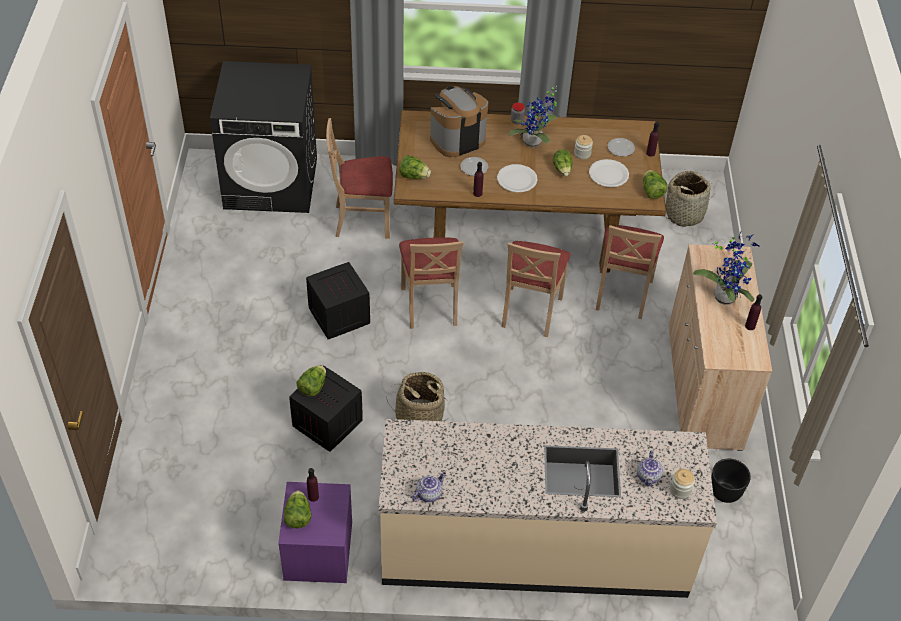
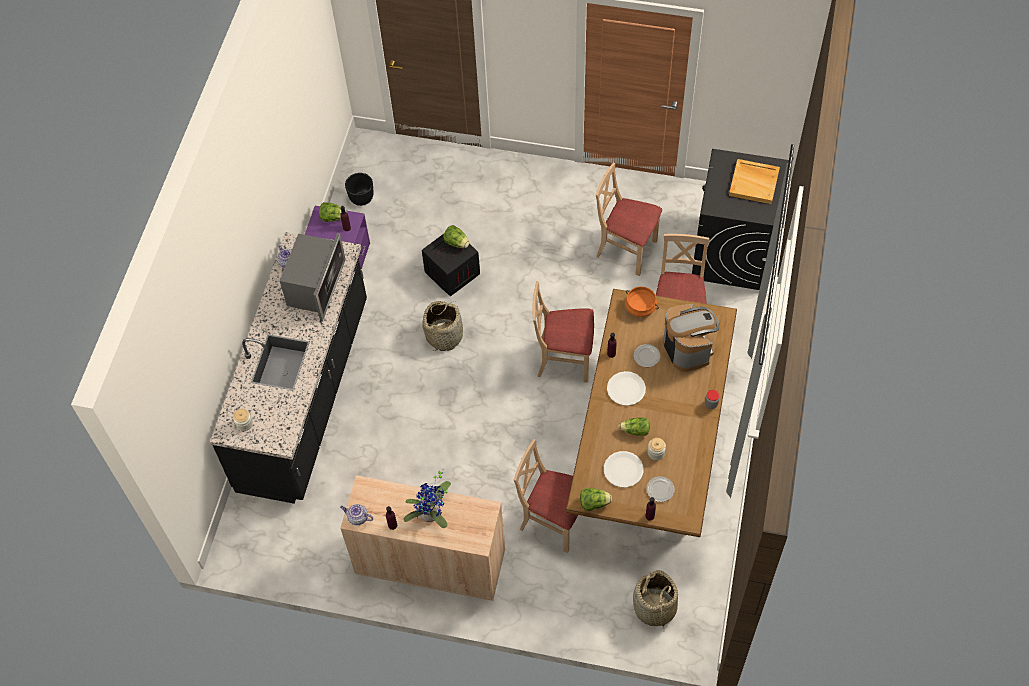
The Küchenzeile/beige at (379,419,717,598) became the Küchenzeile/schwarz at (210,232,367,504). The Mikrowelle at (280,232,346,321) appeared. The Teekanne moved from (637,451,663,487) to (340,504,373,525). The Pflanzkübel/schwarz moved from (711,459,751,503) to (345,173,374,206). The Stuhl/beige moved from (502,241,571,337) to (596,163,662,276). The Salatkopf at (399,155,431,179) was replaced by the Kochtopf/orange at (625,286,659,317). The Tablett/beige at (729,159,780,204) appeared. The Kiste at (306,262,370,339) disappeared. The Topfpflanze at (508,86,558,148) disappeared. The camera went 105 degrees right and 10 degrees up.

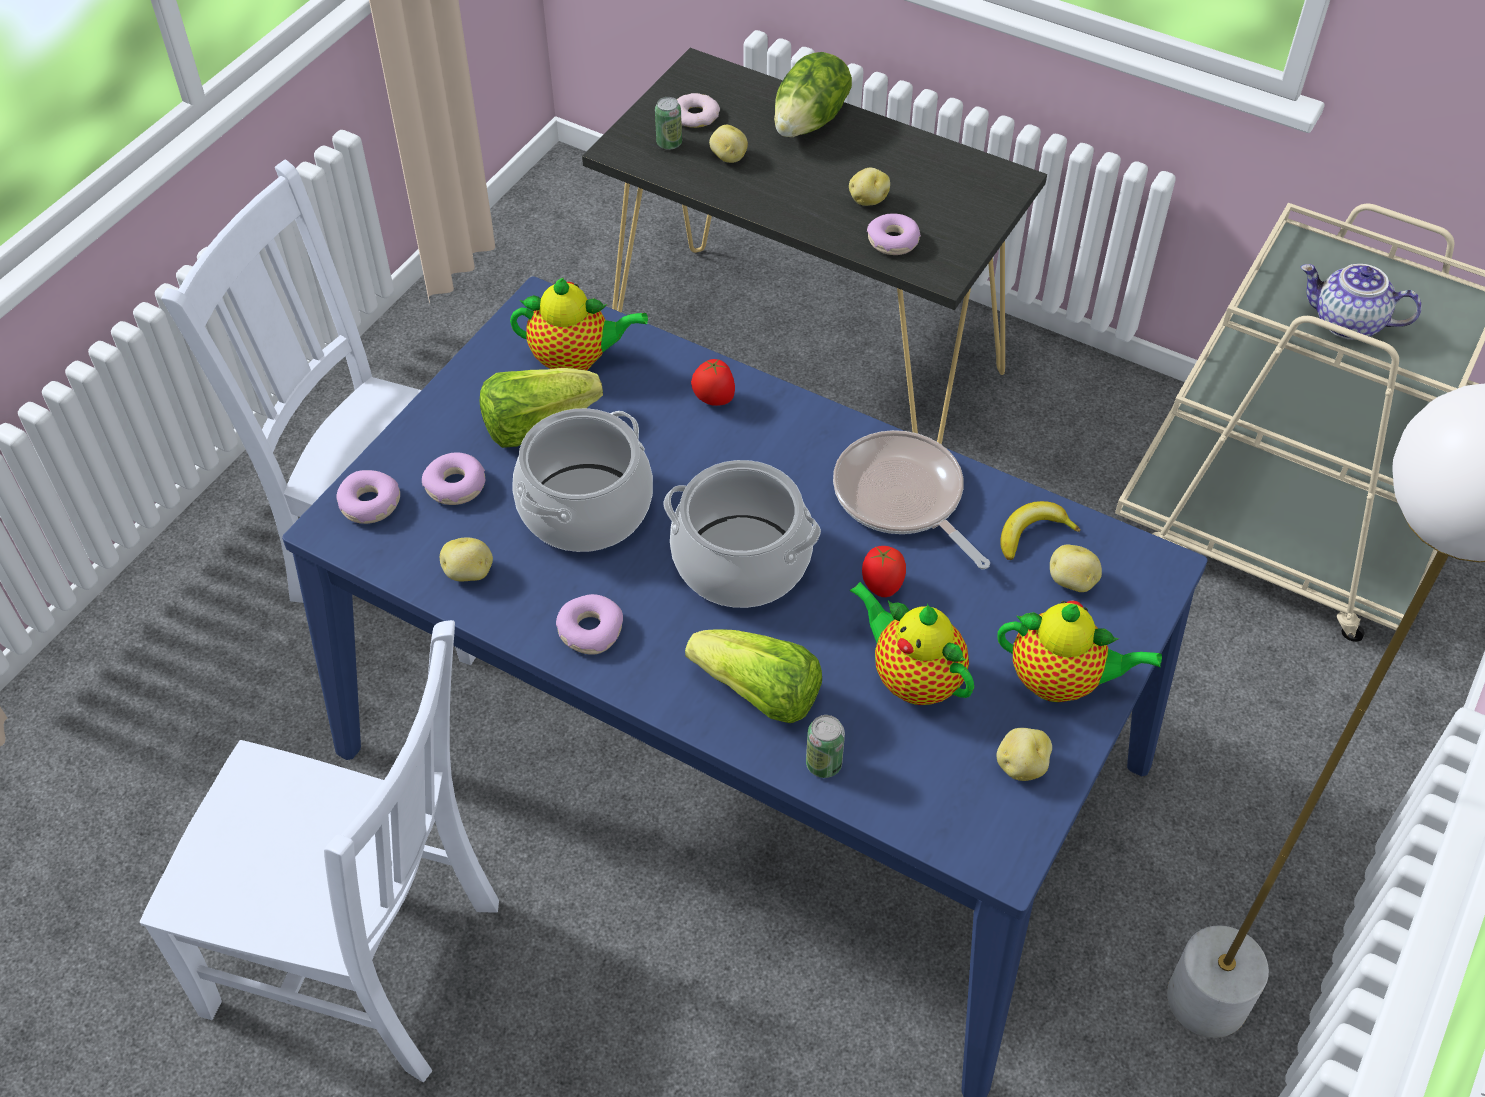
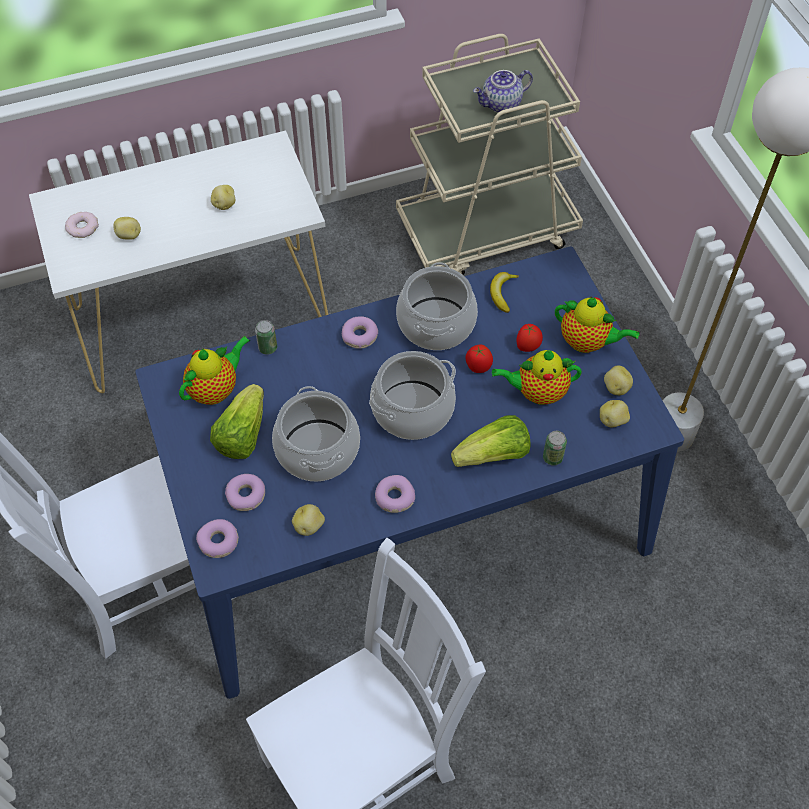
The Konsolentisch/schwarz at (582,48,1047,445) became the Konsolentisch/weiß at (29,130,328,393). The Dose moved from (655,97,682,150) to (255,320,277,355). The Donut moved from (867,213,921,255) to (342,316,378,349). The Pfanne at (833,430,990,569) was replaced by the Kochtopf at (396,262,478,350). The Tomate moved from (691,359,735,406) to (517,324,543,352). The Teekanne at (998,601,1162,702) turned 60 degrees clockwise. The Kartoffel moved from (1050,545,1102,592) to (600,400,630,427). The Salatkopf at (774,52,852,137) disappeared. The camera went 50 degrees left and 5 degrees up.

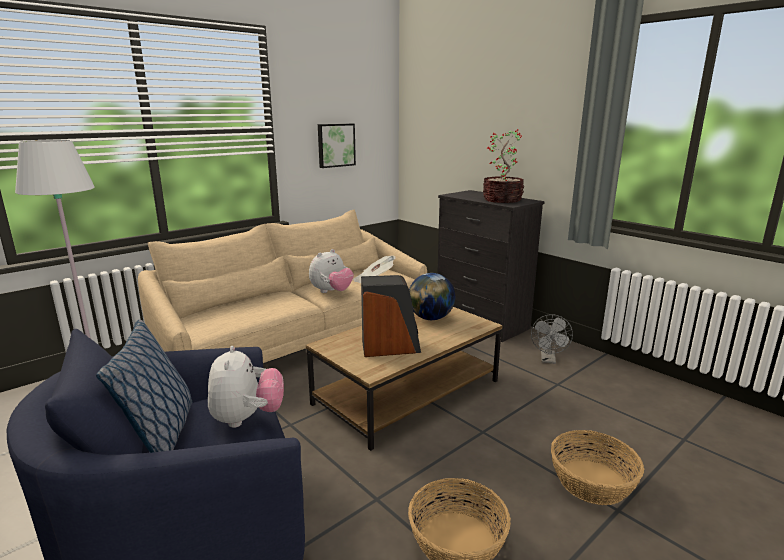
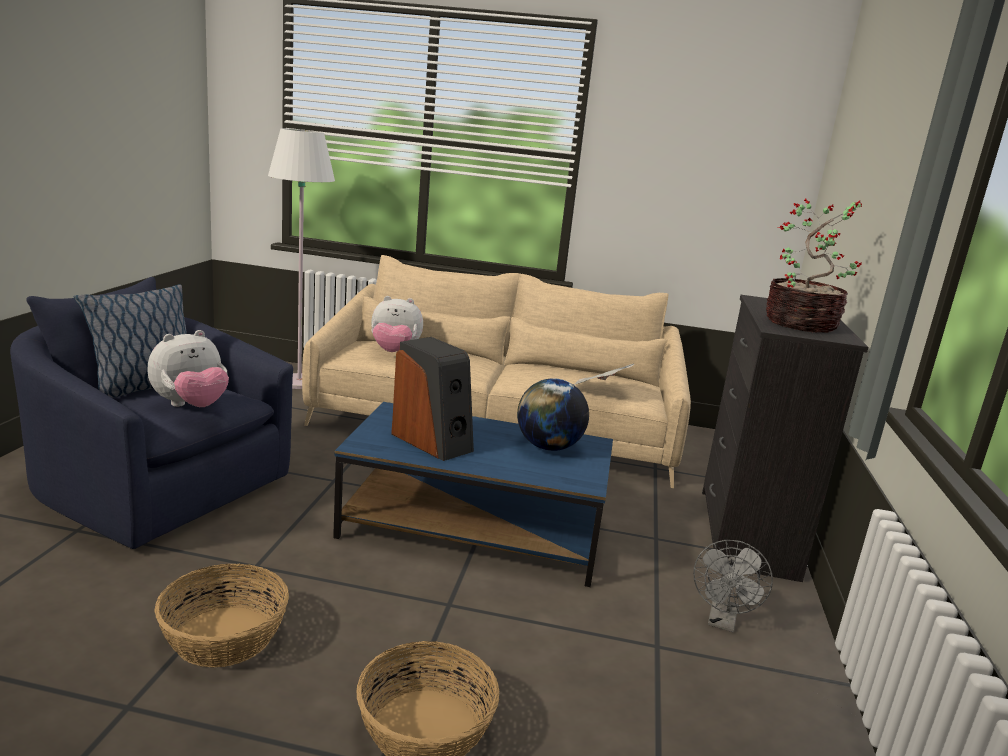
The Couchtisch/braun at (306,307,502,451) became the Couchtisch/blau at (333,402,613,587). The Plüschtier moved from (309,249,354,293) to (371,296,423,352). The Ventilator/grau at (531,314,573,364) turned 45 degrees counterclockwise. The Bild at (318,124,356,168) disappeared. The camera went 50 degrees right and 0 degrees up.

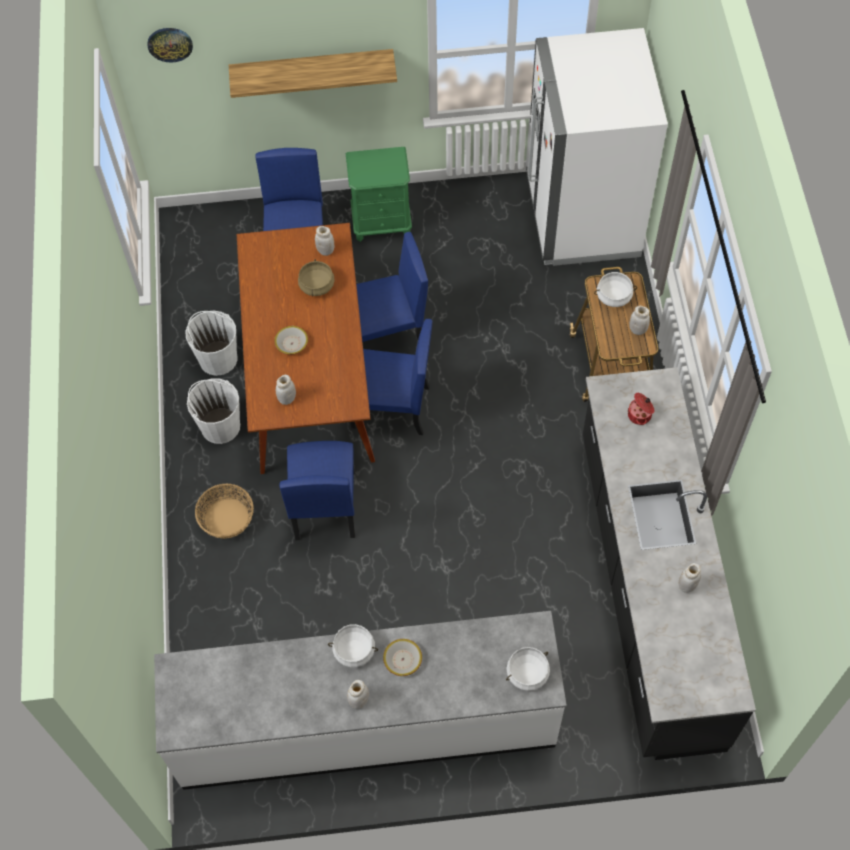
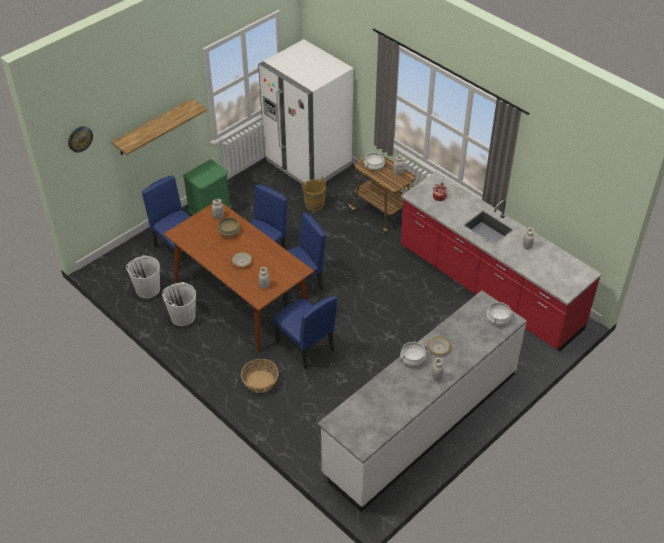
The Eimer/weiß moved from (187,378,240,444) to (126,255,160,298). The Eimer/braun at (301,176,327,212) appeared. The Küchenzeile/schwarz at (583,367,756,760) became the Küchenzeile/rot at (401,172,602,351). The camera went 40 degrees left and 15 degrees down.

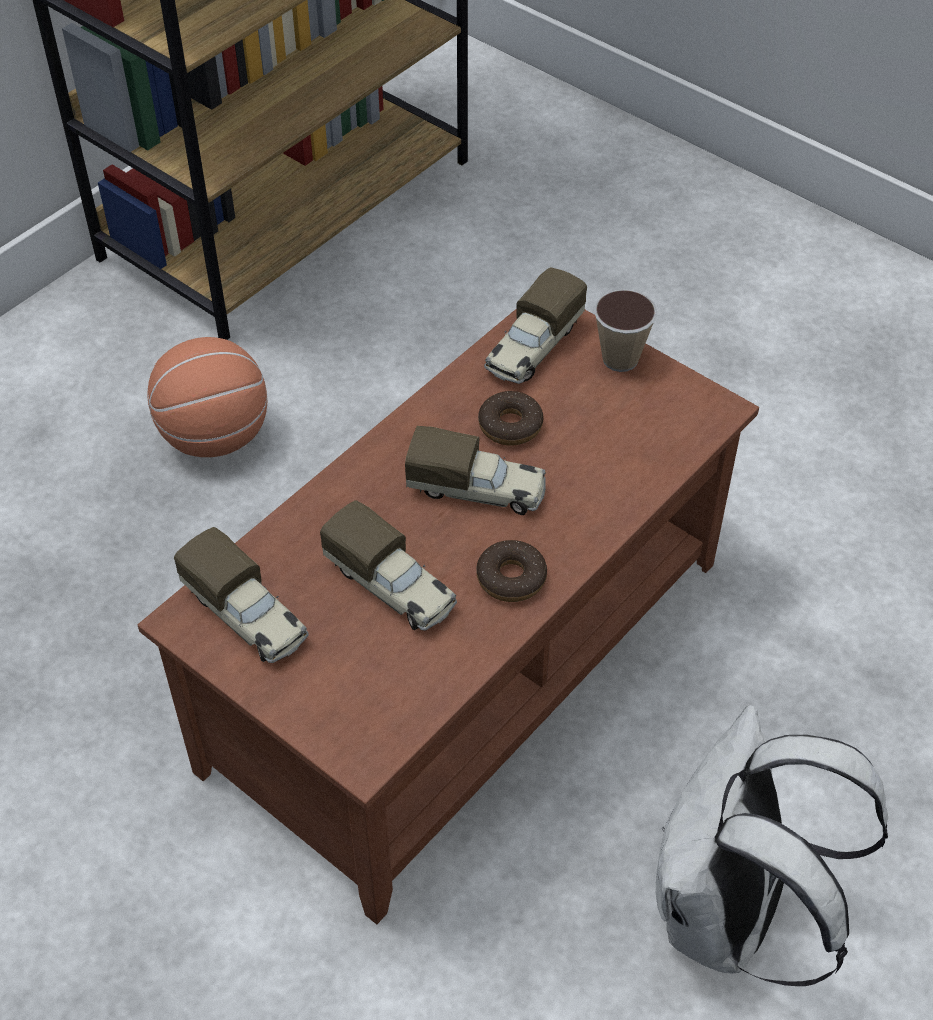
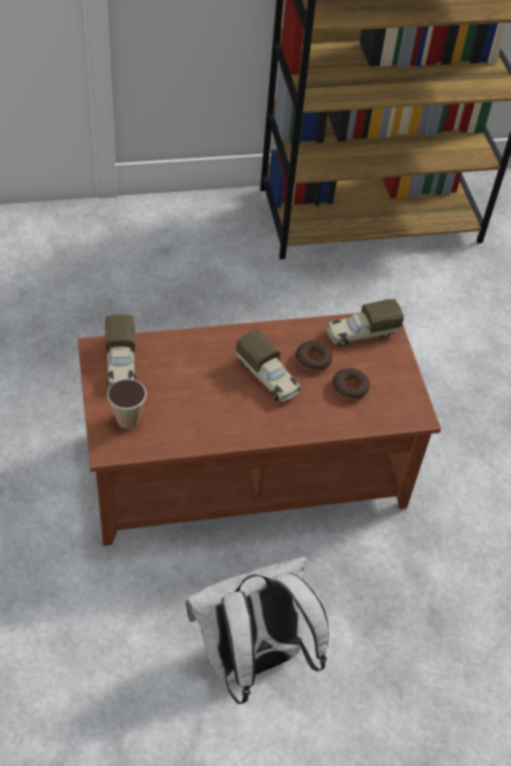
The Tasse moved from (594,290,657,372) to (107,379,147,429). The Donut moved from (476,540,547,602) to (332,368,370,401). The Basketball at (147,337,267,457) disappeared. The Spielzeuglaster at (320,500,457,631) disappeared. The camera went 35 degrees right and 0 degrees up.

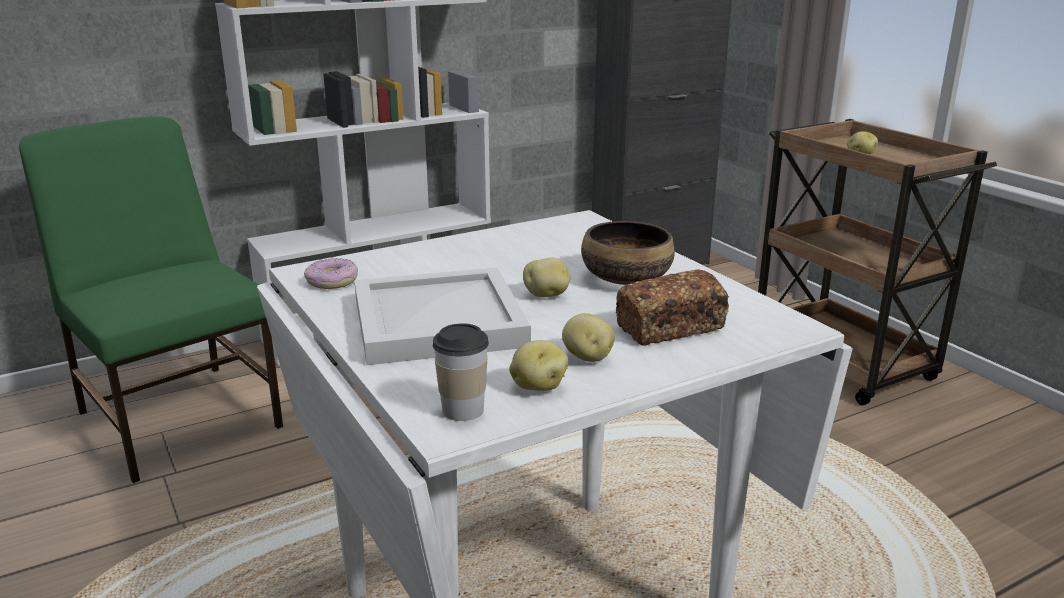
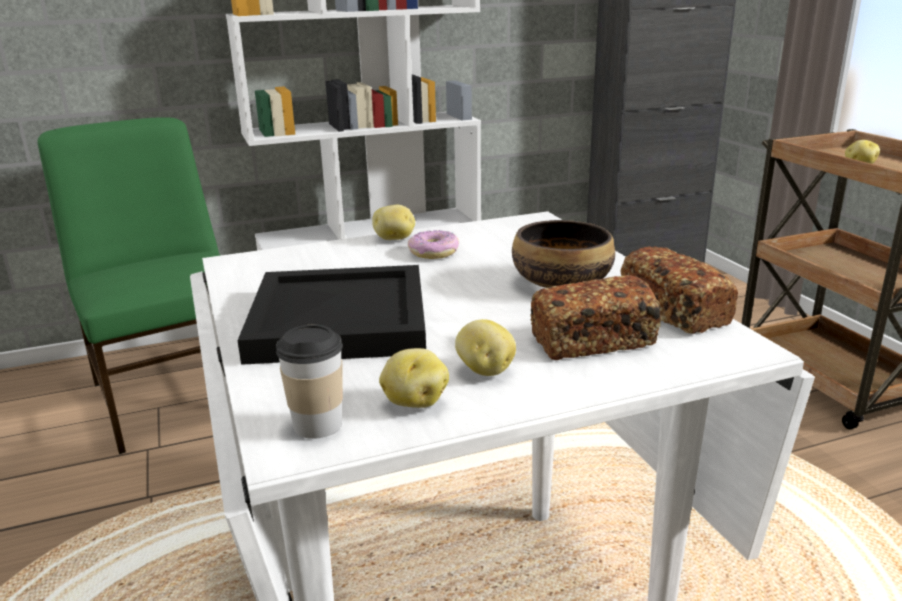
The Tablett/weiß at (354,267,531,365) became the Tablett/schwarz at (237,265,426,365). The Kartoffel moved from (523,257,570,297) to (372,205,415,240). The Donut moved from (304,258,358,289) to (408,230,459,259). The Brot at (621,246,738,334) appeared. The camera went 10 degrees right and 0 degrees up.

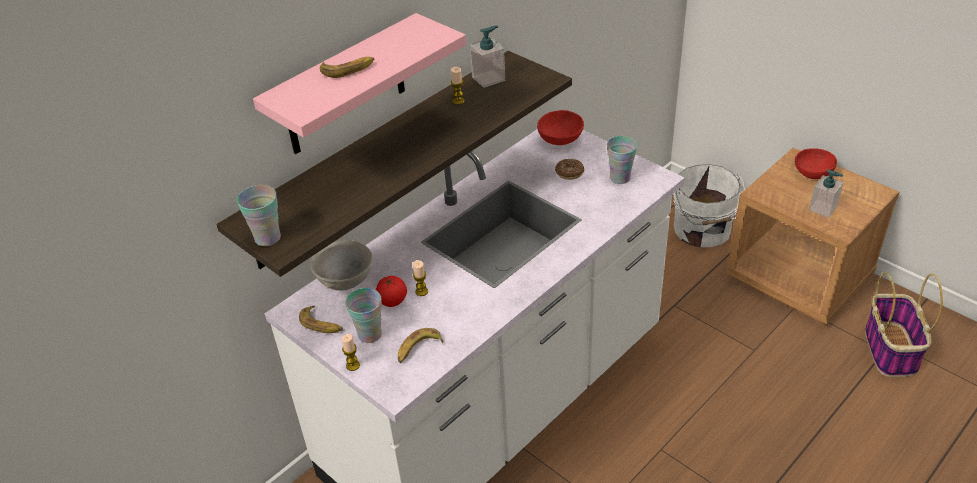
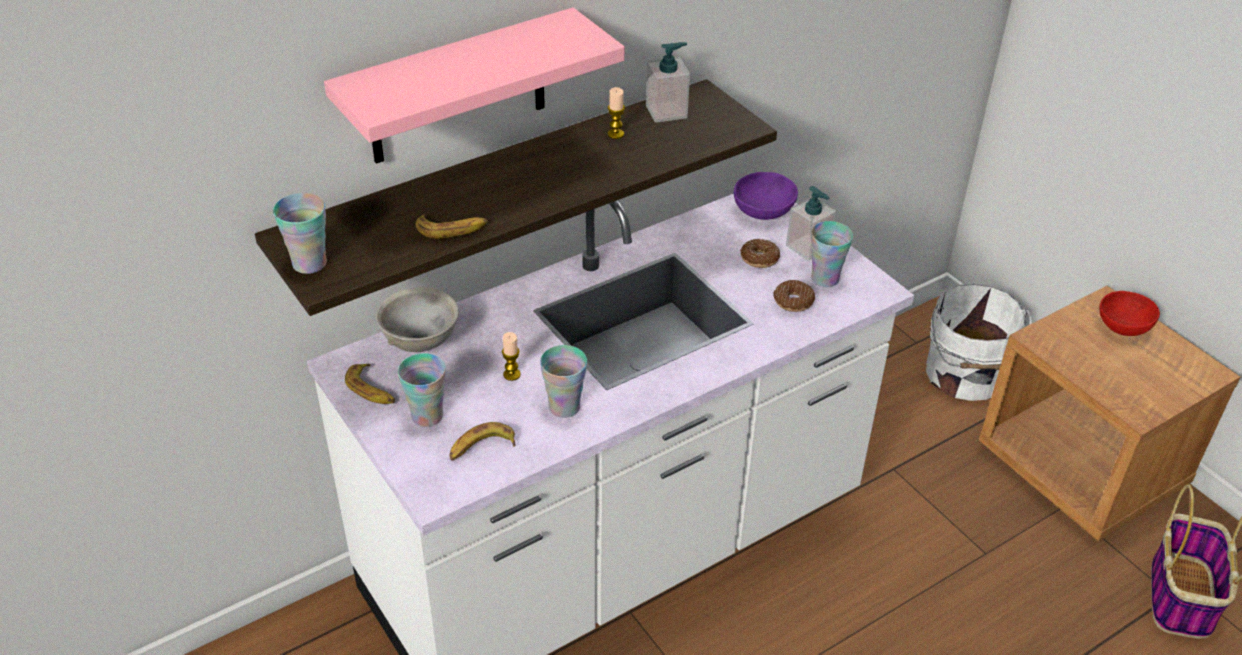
The Banane moved from (320,57,374,78) to (416,214,488,239). The Tasse at (540,345,587,418) appeared. The Schüssel/rot at (537,110,584,145) became the Schüssel/lila at (734,172,798,220). The Donut at (773,280,815,312) appeared. The Seifenspender moved from (809,169,843,218) to (786,186,836,261). The Kerze at (341,334,360,371) disappeared. The Tomate at (376,276,407,307) disappeared. The camera went 10 degrees right and 0 degrees up.

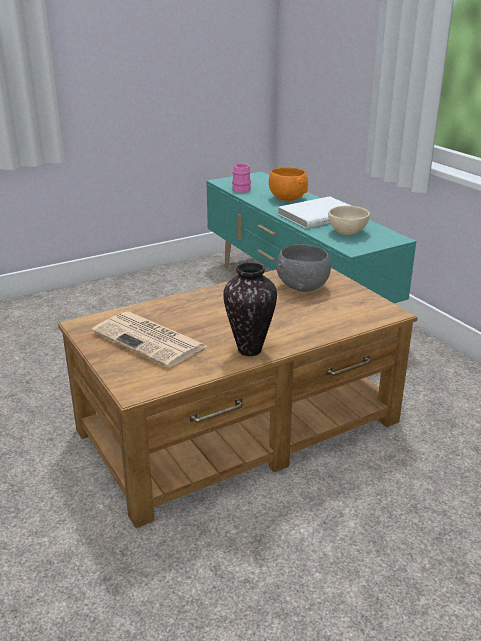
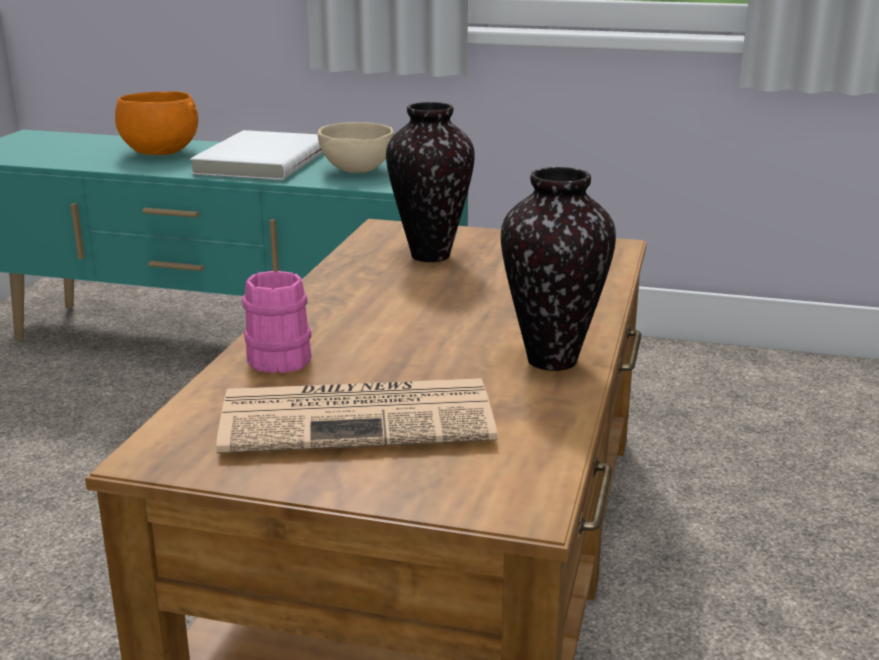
The Henkelbecher/rosa moved from (232,164,251,193) to (242,271,311,373). The Schüssel/grau at (276,244,331,292) was replaced by the Vase at (386,102,475,262). The camera went 45 degrees left and 5 degrees down.

